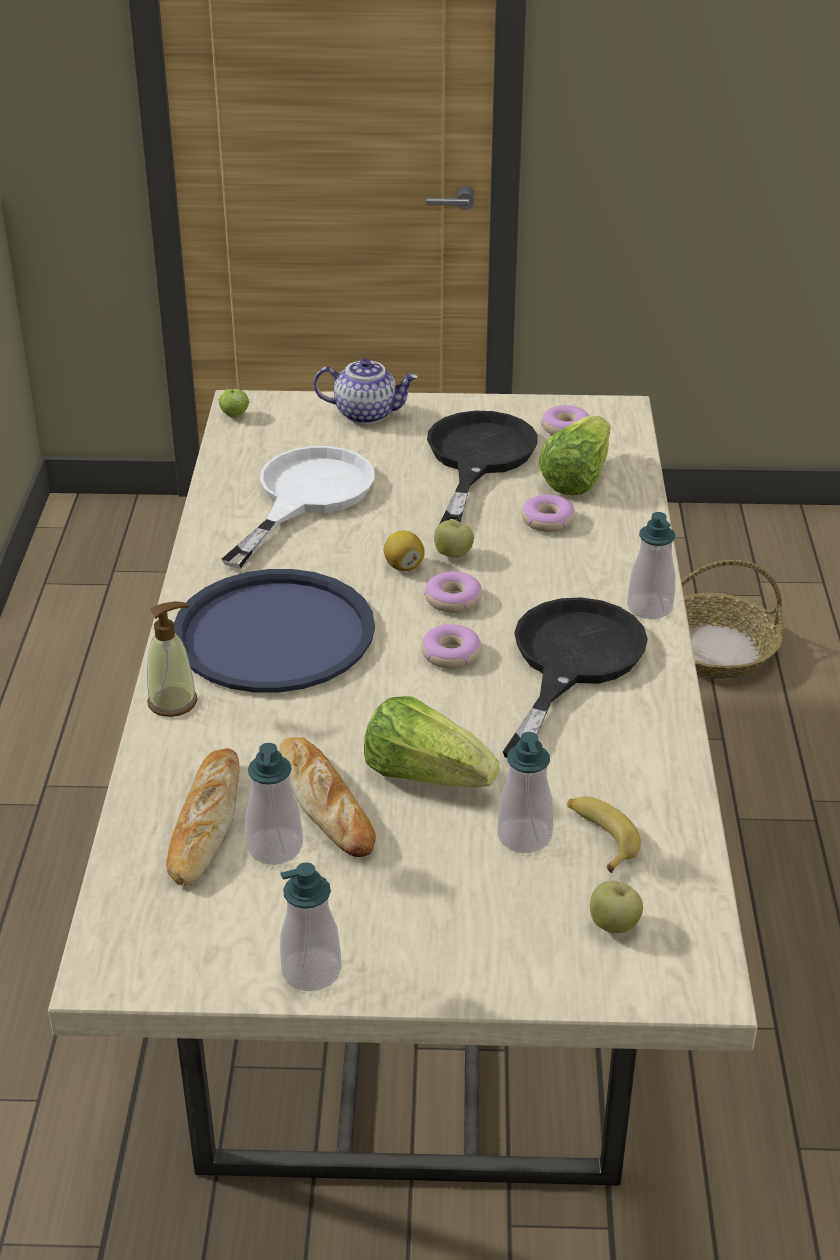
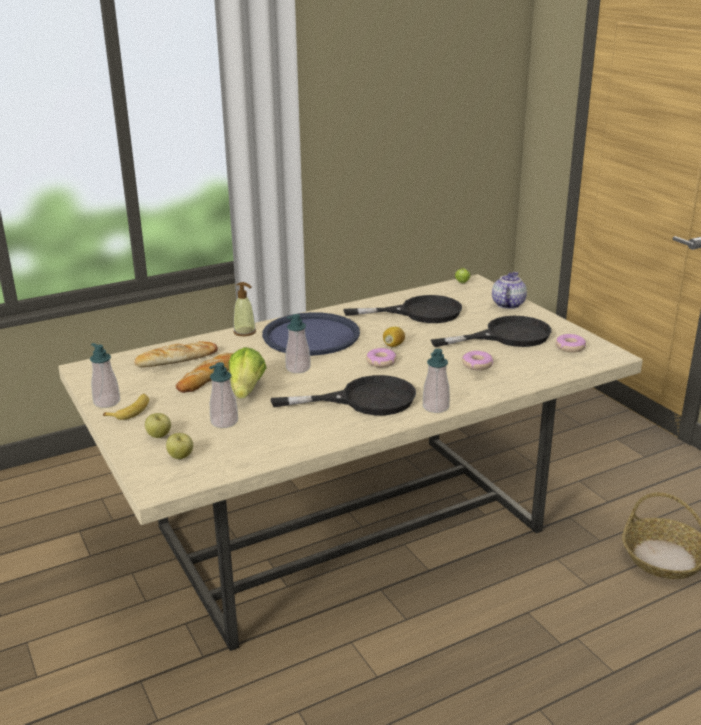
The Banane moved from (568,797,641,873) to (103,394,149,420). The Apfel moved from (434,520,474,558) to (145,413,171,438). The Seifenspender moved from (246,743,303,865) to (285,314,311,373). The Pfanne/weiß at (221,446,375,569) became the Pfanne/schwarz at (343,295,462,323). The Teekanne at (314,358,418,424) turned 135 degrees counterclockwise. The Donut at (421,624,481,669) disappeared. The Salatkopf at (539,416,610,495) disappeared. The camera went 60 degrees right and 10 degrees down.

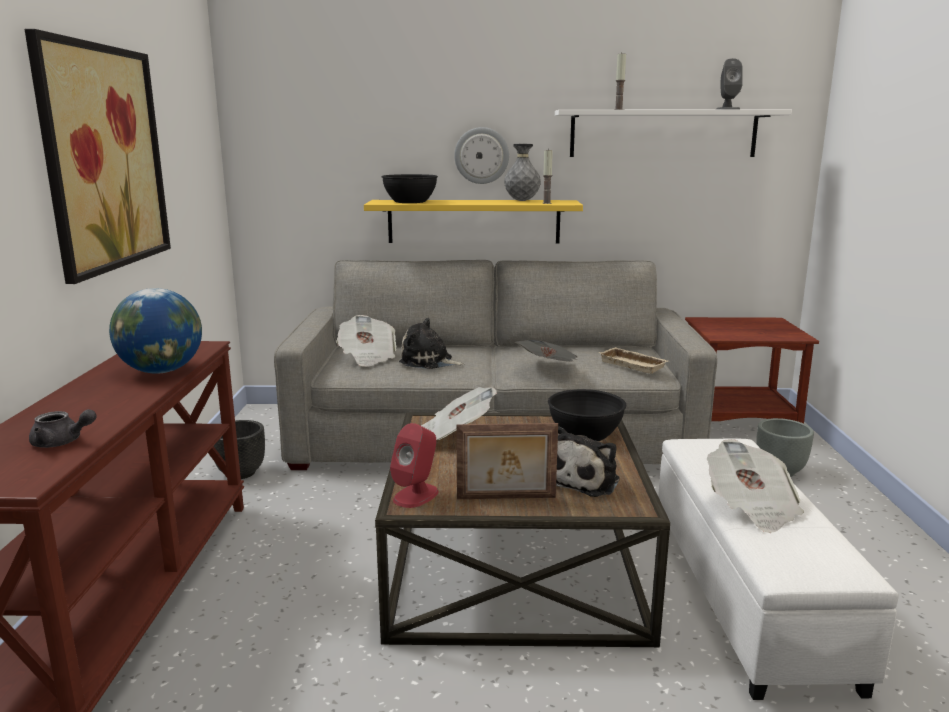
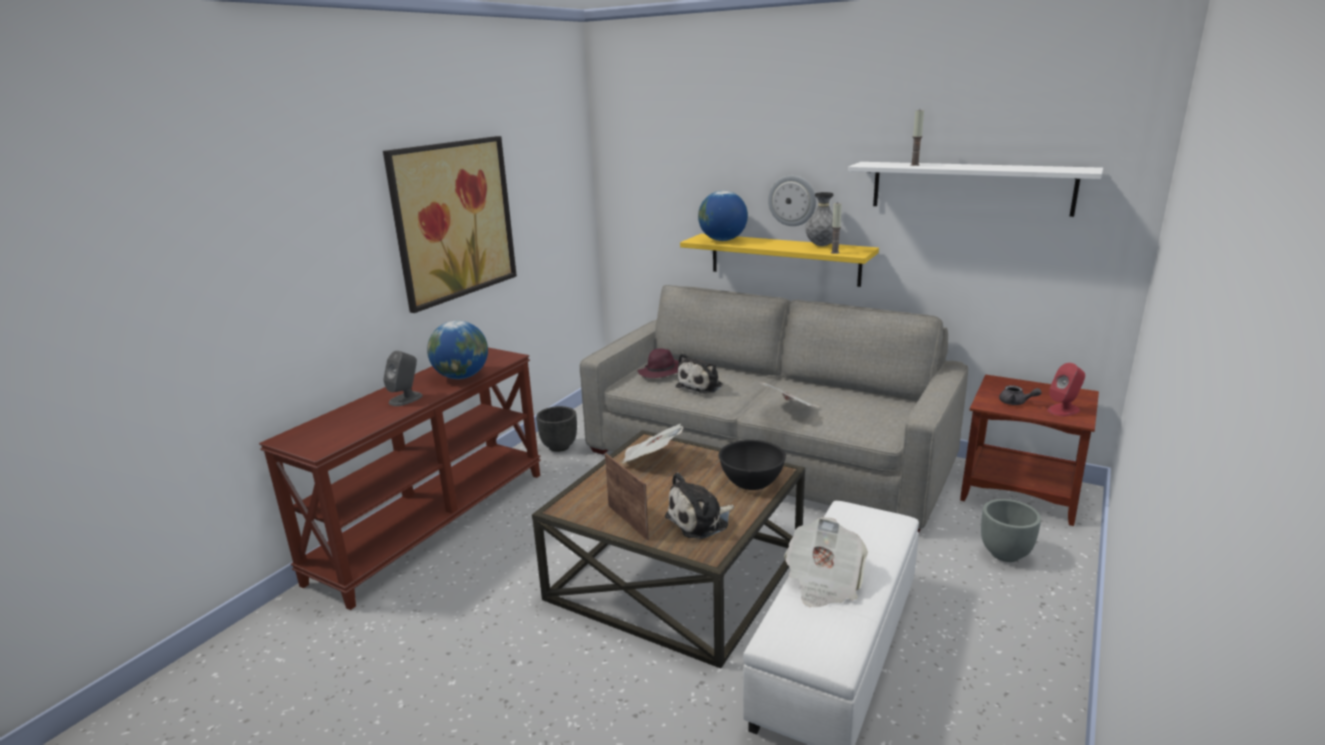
The Lautsprecher/grau moved from (716,58,743,110) to (383,350,423,406). The Bilderrahmen at (456,423,558,499) turned 150 degrees counterclockwise. The Zeitung at (336,315,396,367) was replaced by the Hut/lila at (637,348,679,378). The Plüschtier at (399,318,465,369) turned 105 degrees counterclockwise. The Schüssel/schwarz at (381,174,438,203) was replaced by the Globus at (698,191,748,241). The Teekanne/grau moved from (29,409,97,448) to (999,385,1042,405). The Lautsprecher/rot moved from (390,423,439,508) to (1047,363,1085,416). The Tablett/beige at (599,347,669,374) disappeared. The camera went 30 degrees right and 5 degrees up.

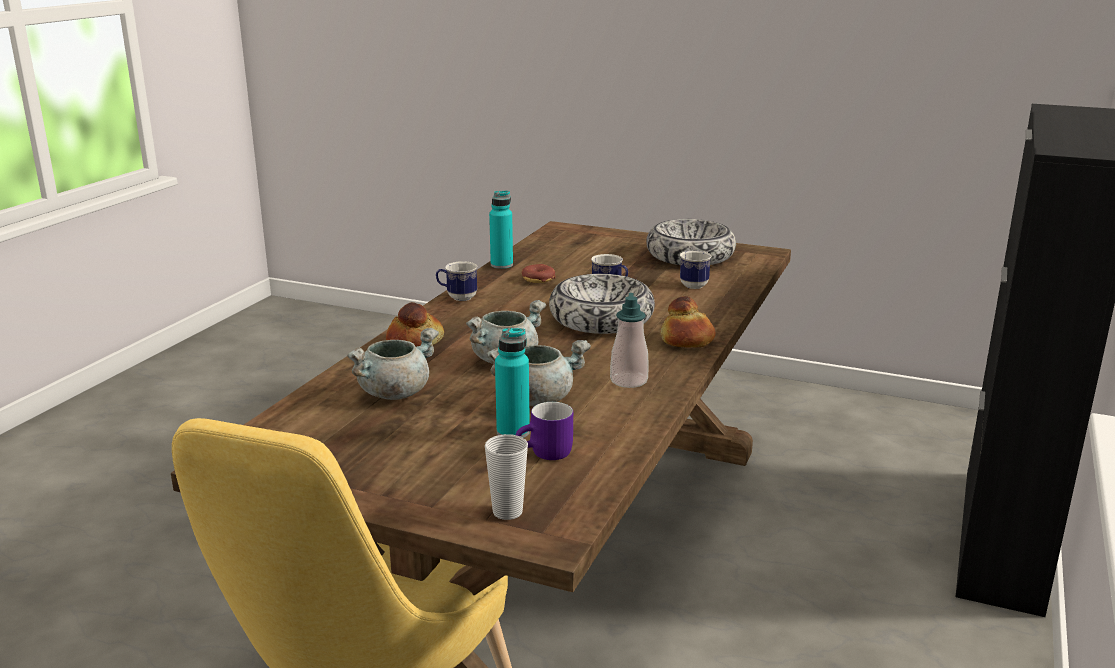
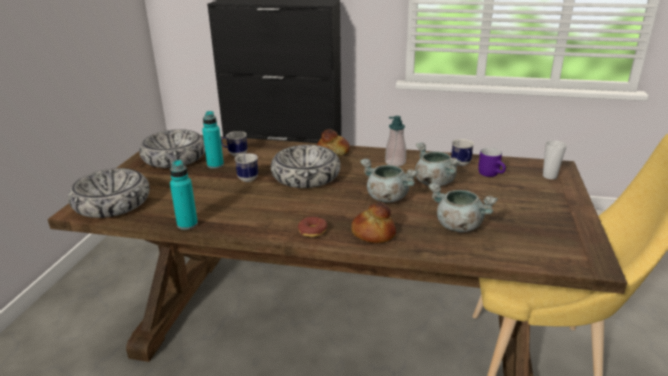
The Schüssel at (68,168,150,218) appeared. The Flasche/türkis moved from (495,328,530,438) to (202,111,224,169). The Donut moved from (522,264,555,283) to (298,217,327,237). The Henkelbecher moved from (436,261,477,301) to (451,139,474,166). The camera went 100 degrees left and 5 degrees up.

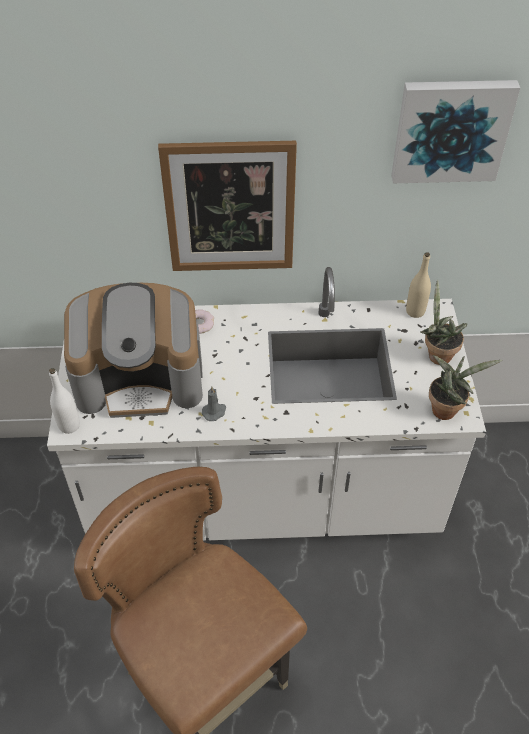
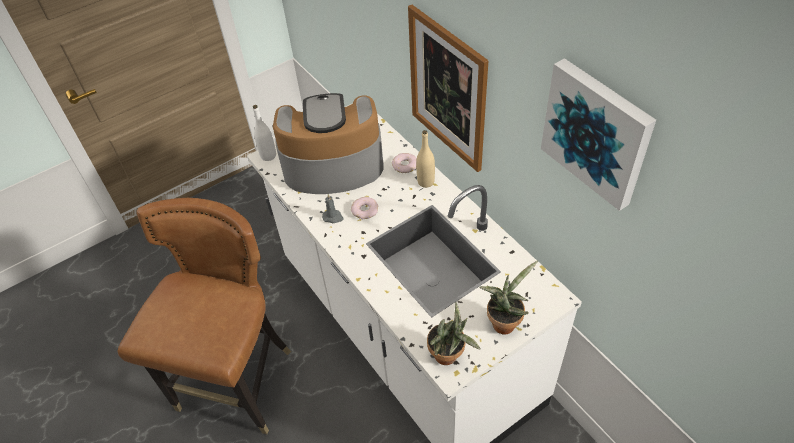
The Kaffeemaschine at (64,283,203,418) turned 120 degrees clockwise. The Donut at (351,197,378,219) appeared. The Flasche/beige moved from (406,252,431,318) to (416,130,435,188). The camera went 60 degrees right and 0 degrees up.

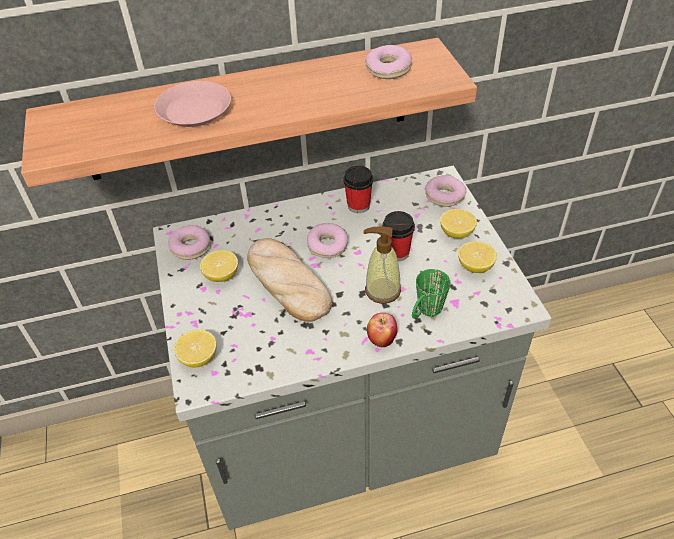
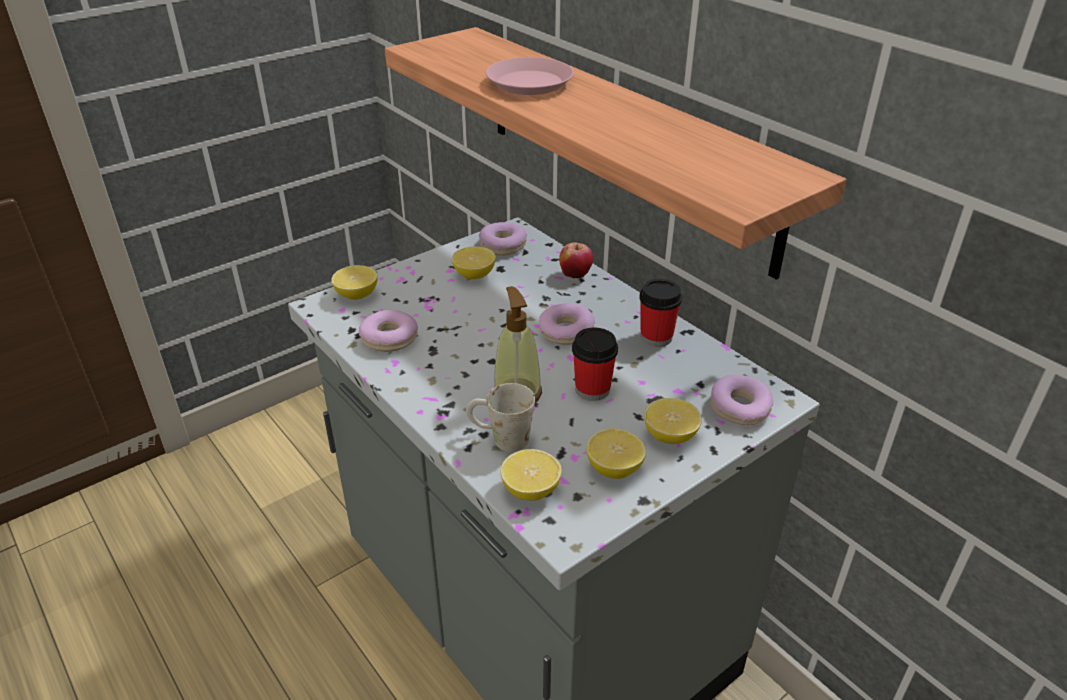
The Donut moved from (365,45,412,79) to (359,310,418,352). The Henkelbecher/grün at (412,269,450,319) became the Henkelbecher/weiß at (466,383,535,452). The Zitrone at (500,449,562,501) appeared. The Apfel moved from (367,313,398,347) to (559,243,593,278). The Brot at (247,238,333,322) disappeared. The camera went 65 degrees right and 10 degrees down.

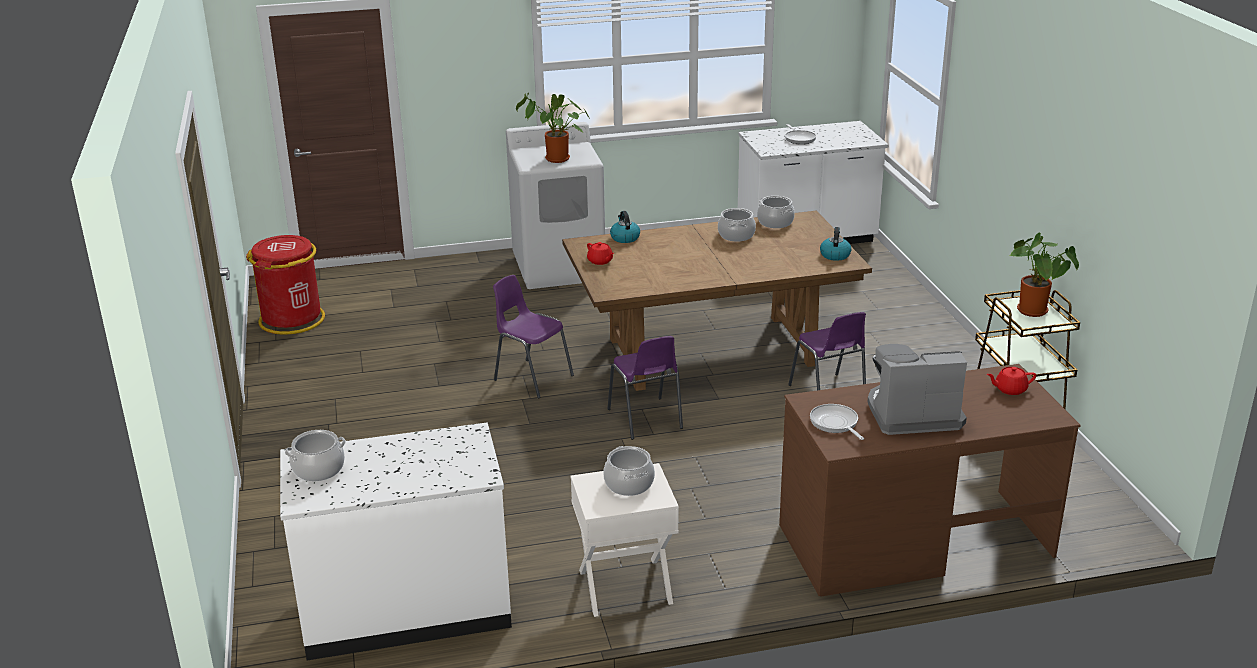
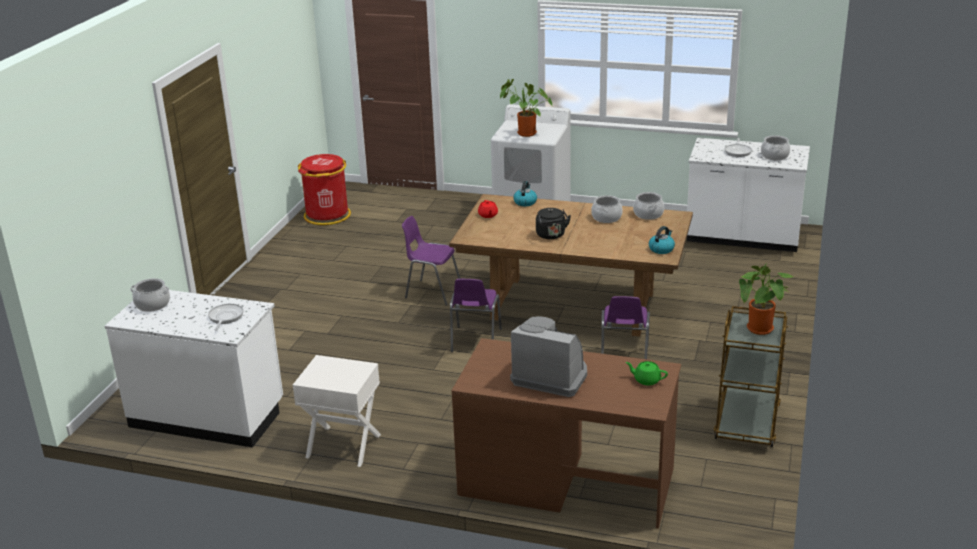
The Pfanne moved from (810,404,864,440) to (208,304,243,331). The Stuhl/lila at (493,275,574,399) turned 45 degrees counterclockwise. The Wasserkessel/schwarz at (536,208,571,239) appeared. The Teekanne/rot at (987,367,1036,395) became the Teekanne/grün at (626,361,668,385). The Kochtopf moved from (603,446,655,496) to (761,135,790,160). The camera went 30 degrees right and 0 degrees up.

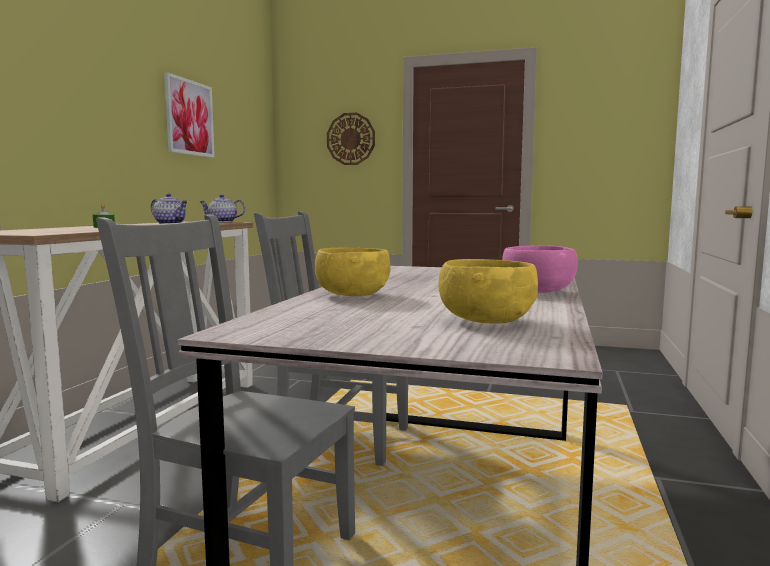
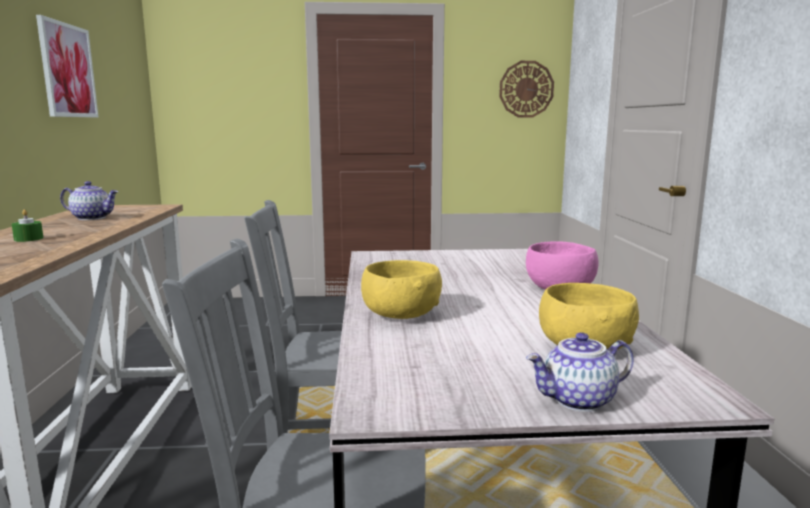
The Wanduhr moved from (327,113,375,165) to (499,61,554,118). The Teekanne moved from (200,194,245,222) to (526,332,634,412). The camera went 20 degrees left and 5 degrees up.

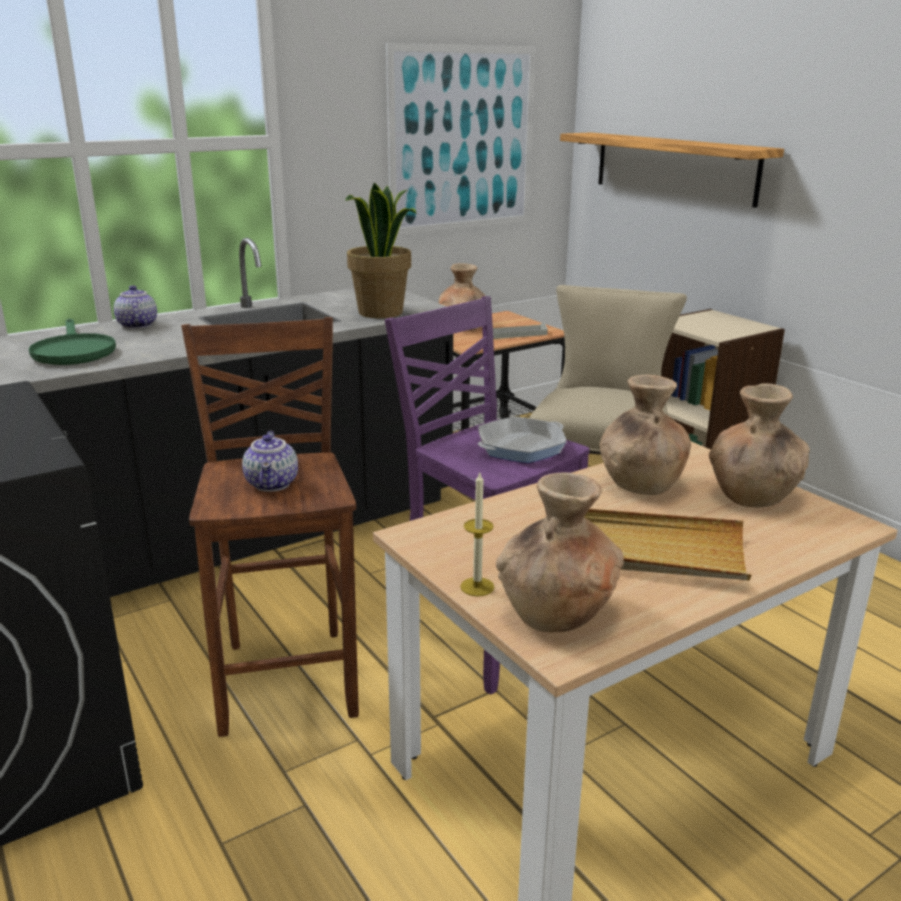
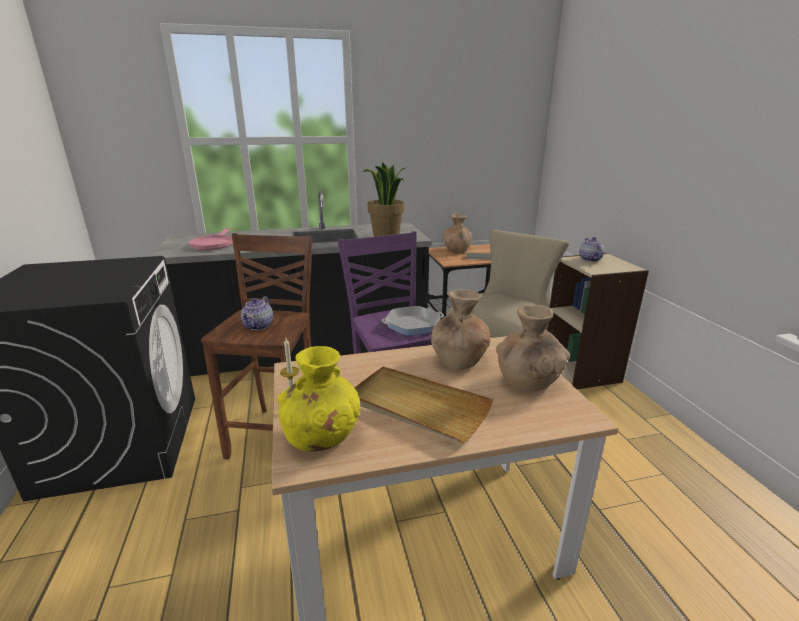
The Pfanne/grün at (29,319,116,365) became the Pfanne/rosa at (189,227,233,250). The Vase/braun at (496,473,624,632) became the Vase/gelb at (277,346,360,452). The Teekanne moved from (114,285,157,329) to (579,237,605,262). The Bild at (386,43,536,235) disappeared. The Wandregal at (560,132,784,208) disappeared. The camera went 20 degrees right and 0 degrees up.

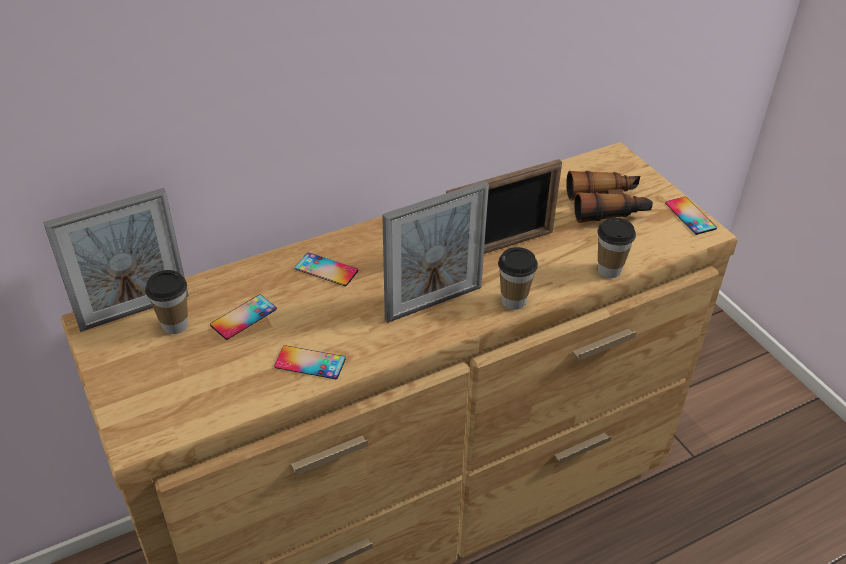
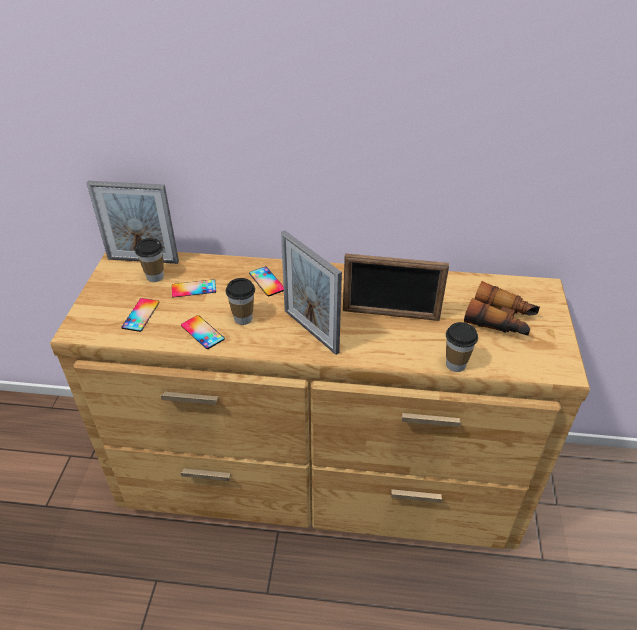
The Handy moved from (665,197,717,235) to (121,298,160,332). The Tasse moved from (498,247,538,310) to (226,278,255,325). The Bilderrahmen at (382,181,489,323) turned 45 degrees clockwise. The camera went 35 degrees right and 0 degrees up.

